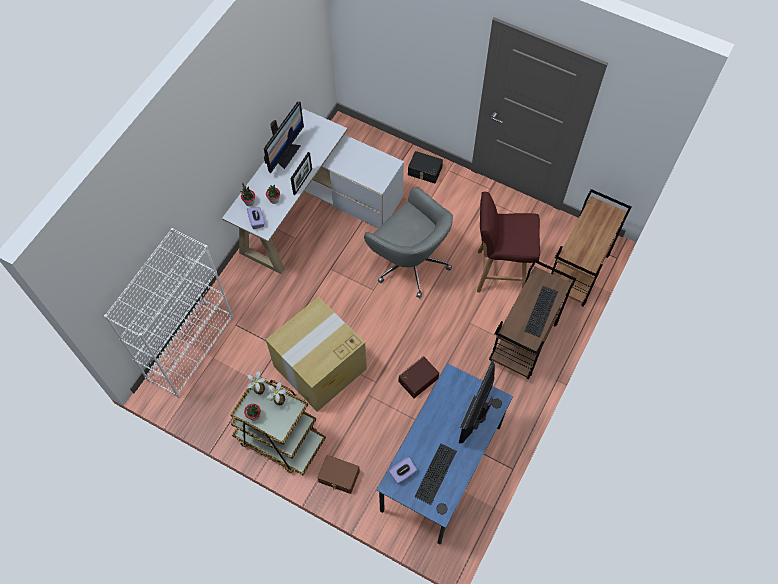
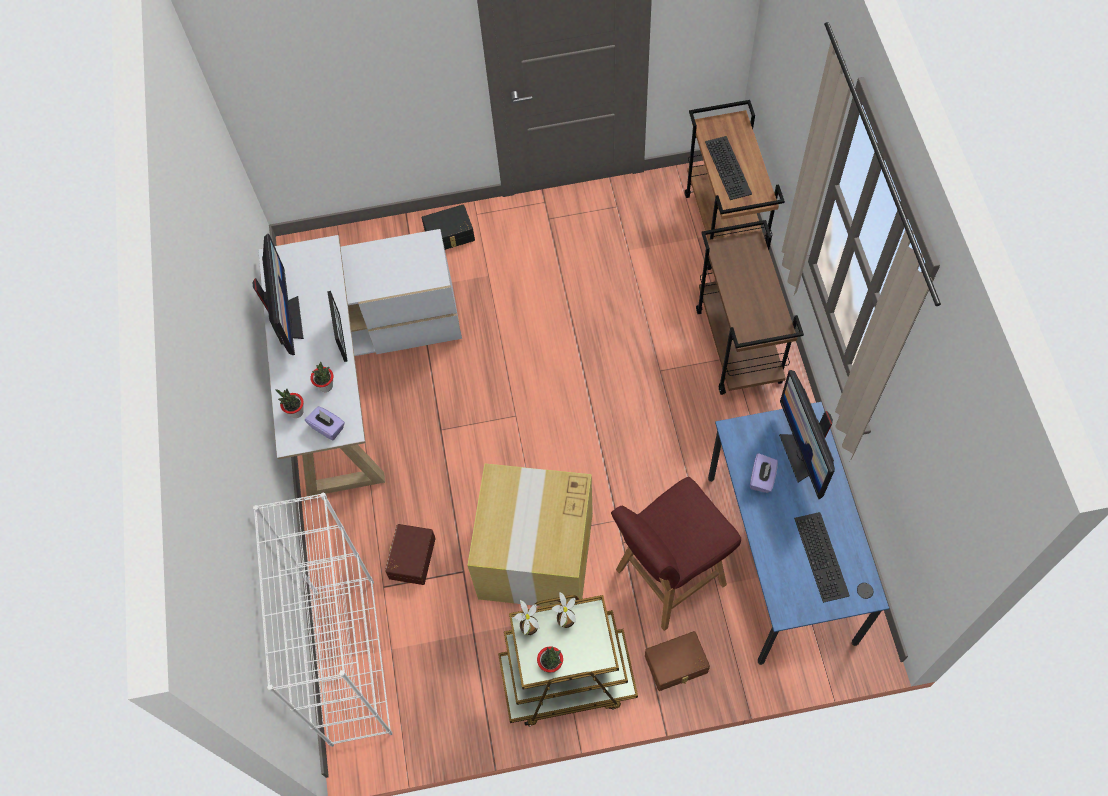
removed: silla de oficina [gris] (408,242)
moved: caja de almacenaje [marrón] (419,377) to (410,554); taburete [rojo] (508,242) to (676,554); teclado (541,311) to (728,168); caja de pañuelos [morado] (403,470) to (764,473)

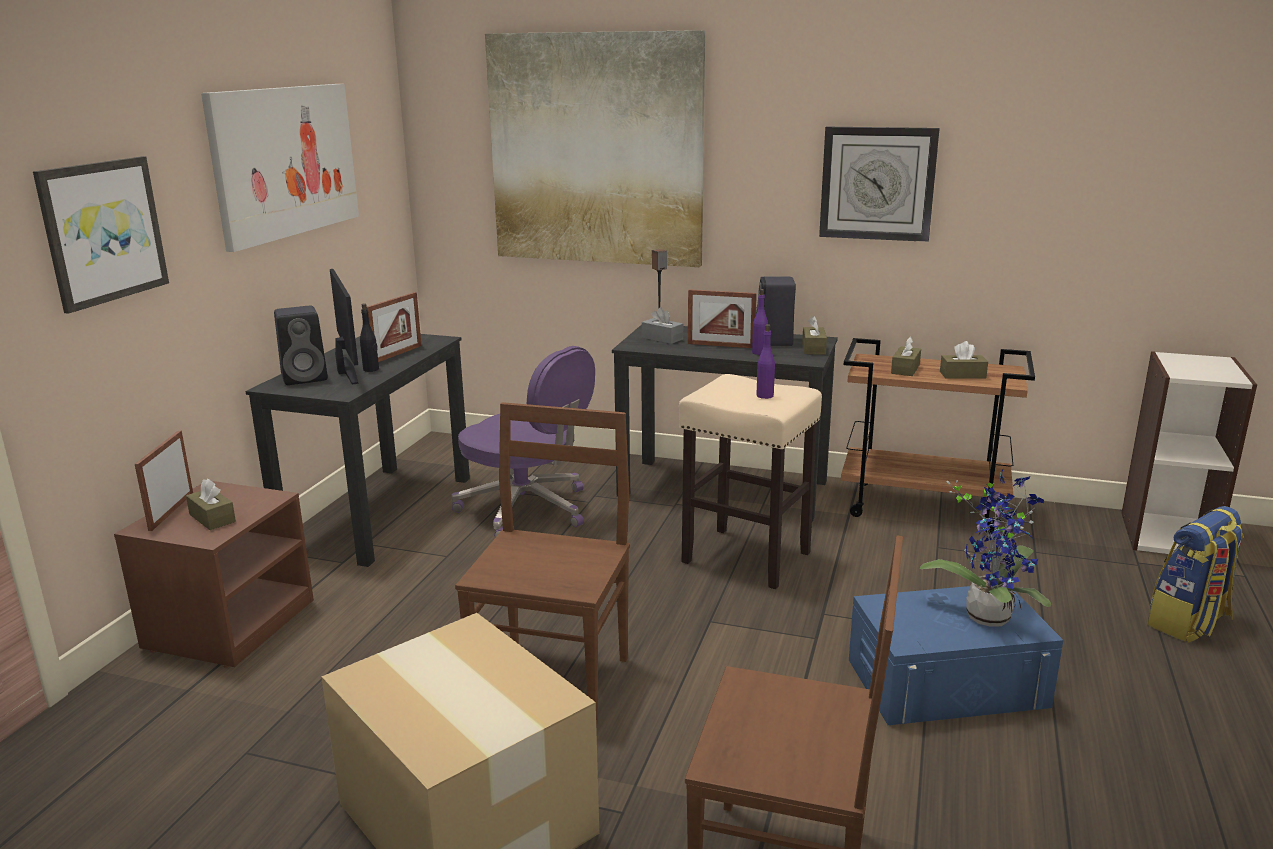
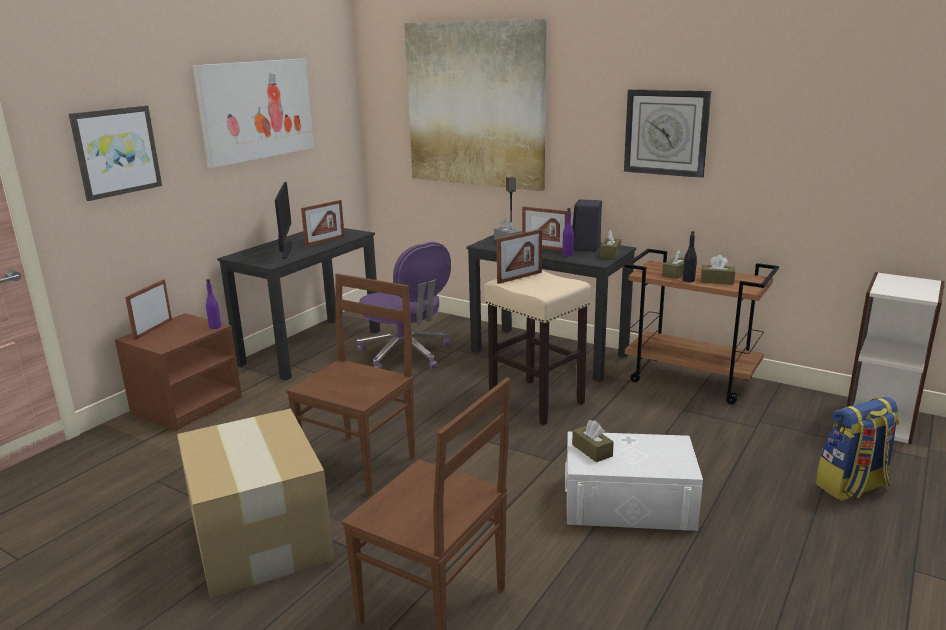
removed: altavoz [negro] (301,345); planta en maceta (985,547)
added: portarretratos (519,256)
moved: botella [morado] (765,361) to (213,304); caja de pañuelos [marrón] (211,504) to (593,441); botella [negro] (369,337) to (690,256)
recoloured: caja de almacenaje [azul] (956,655) to caja de almacenaje [blanco] (634,481)

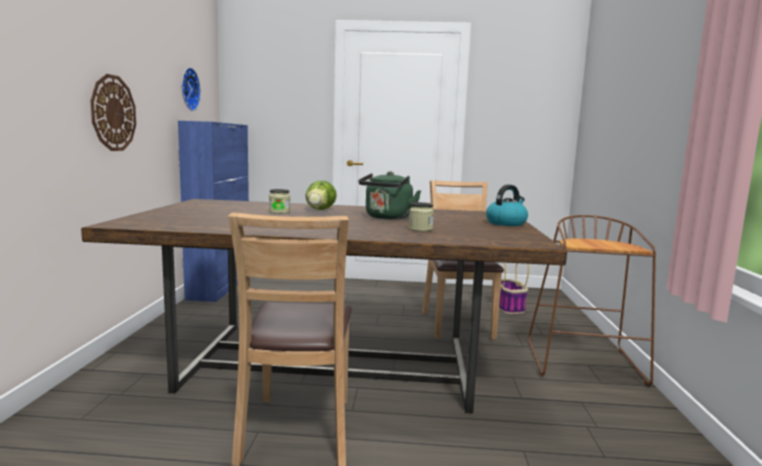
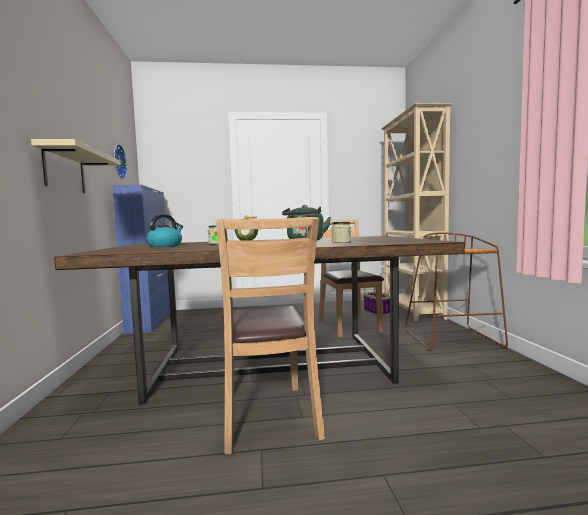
added: estantería [beis] (416,212)
moved: hervidor (507,205) to (164,230)
replaced: reloj de pared (113,112) to estante [beis] (75,166)

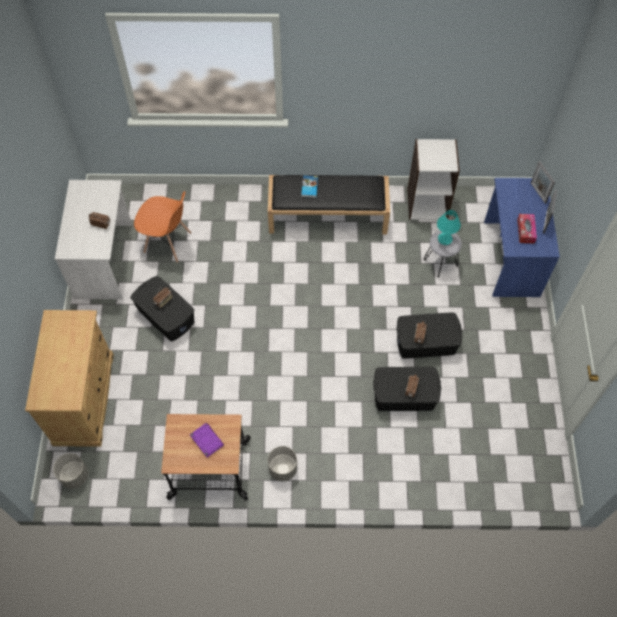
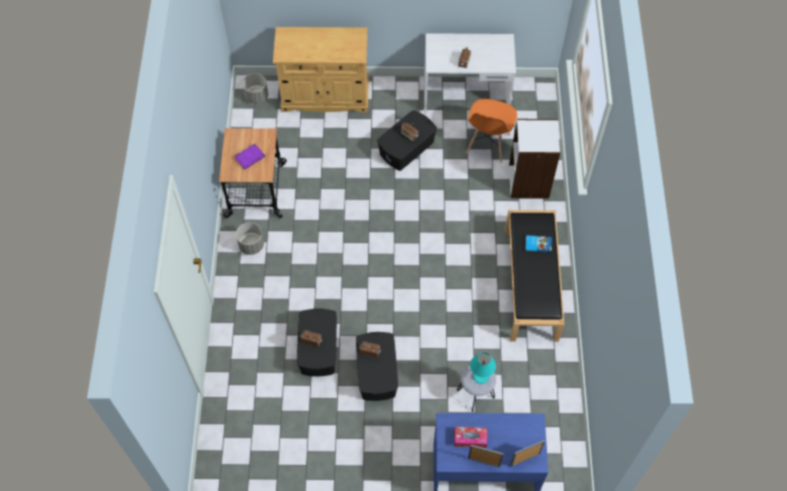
moved: estantería [blanco] (433,179) to (534,159)

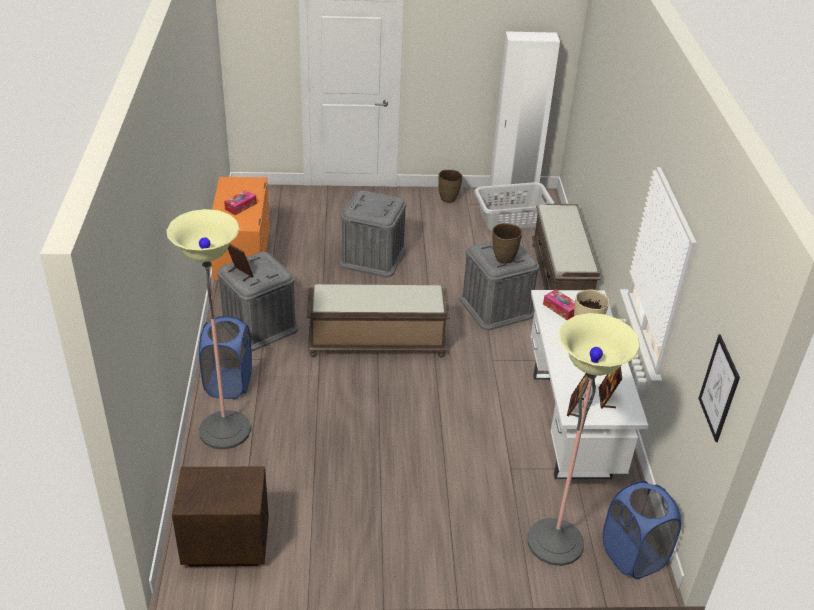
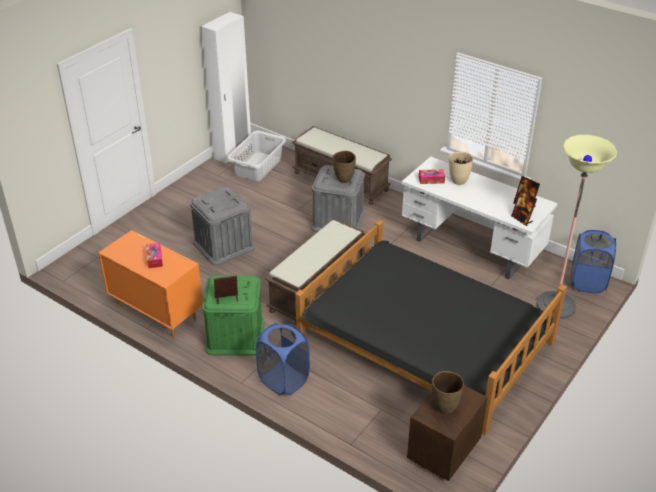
removed: lámpara de pie (208,329); cuadro (719,388)
added: cama [negro] (431,327)
moved: florero [marrón] (450,186) to (448,392)
recoloured: caja de almacenaje [gris] (258,301) to caja de almacenaje [verde] (233,315)

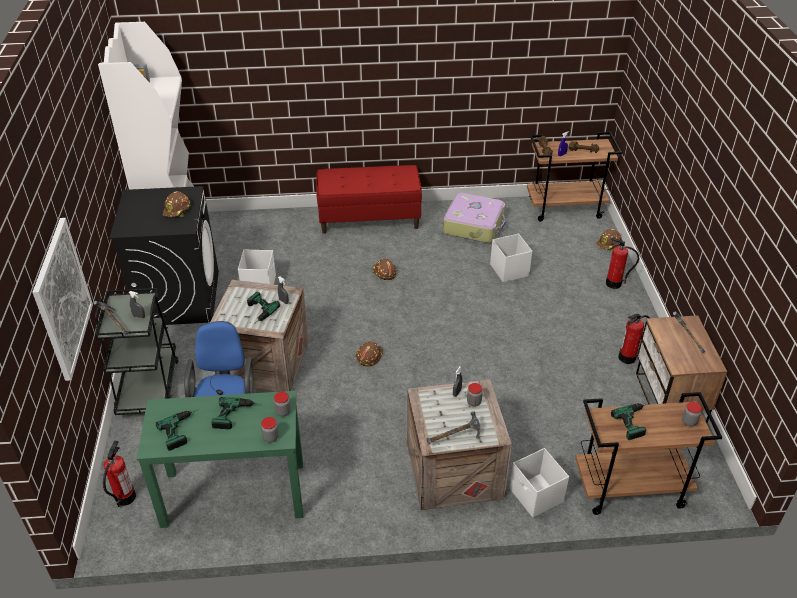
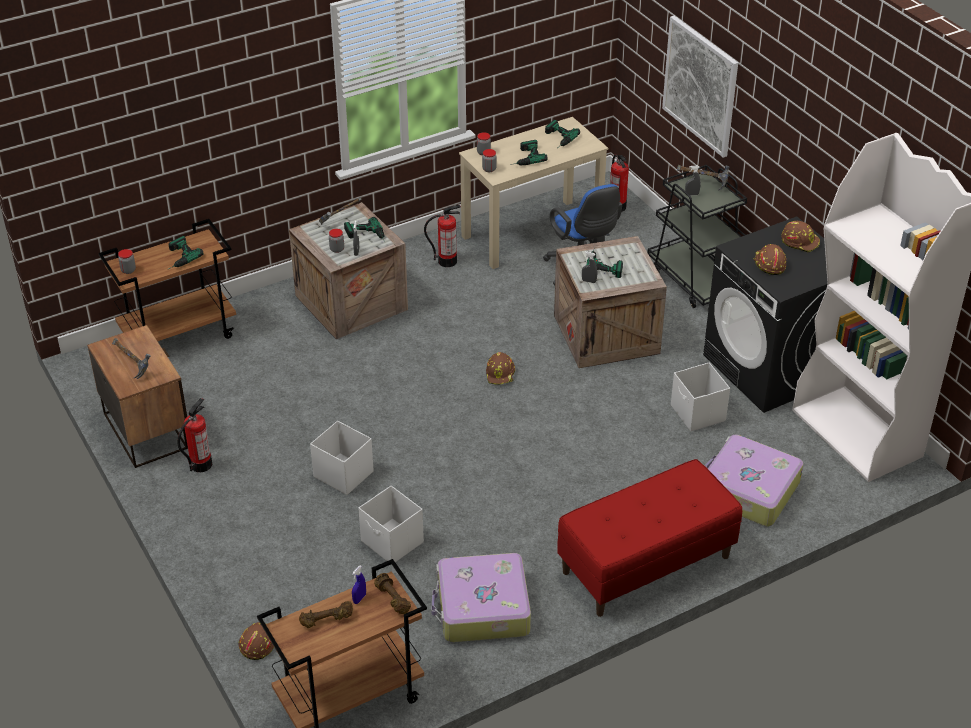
added: taladro (364,229); maleta (754,480)
moved: caja de almacenaje [blanco] (539,483) to (342,458); extintor (622,263) to (442,236); casco [marrón] (384,269) to (800,236)
recoloured: escritorio [verde] (220,459) to escritorio [beis] (533,193)

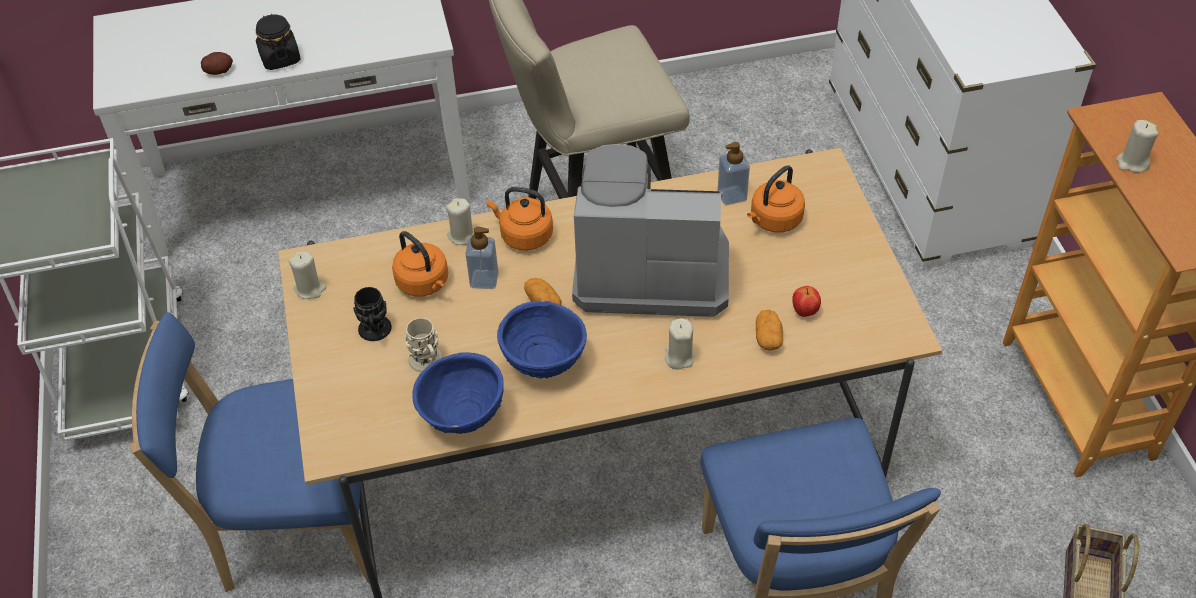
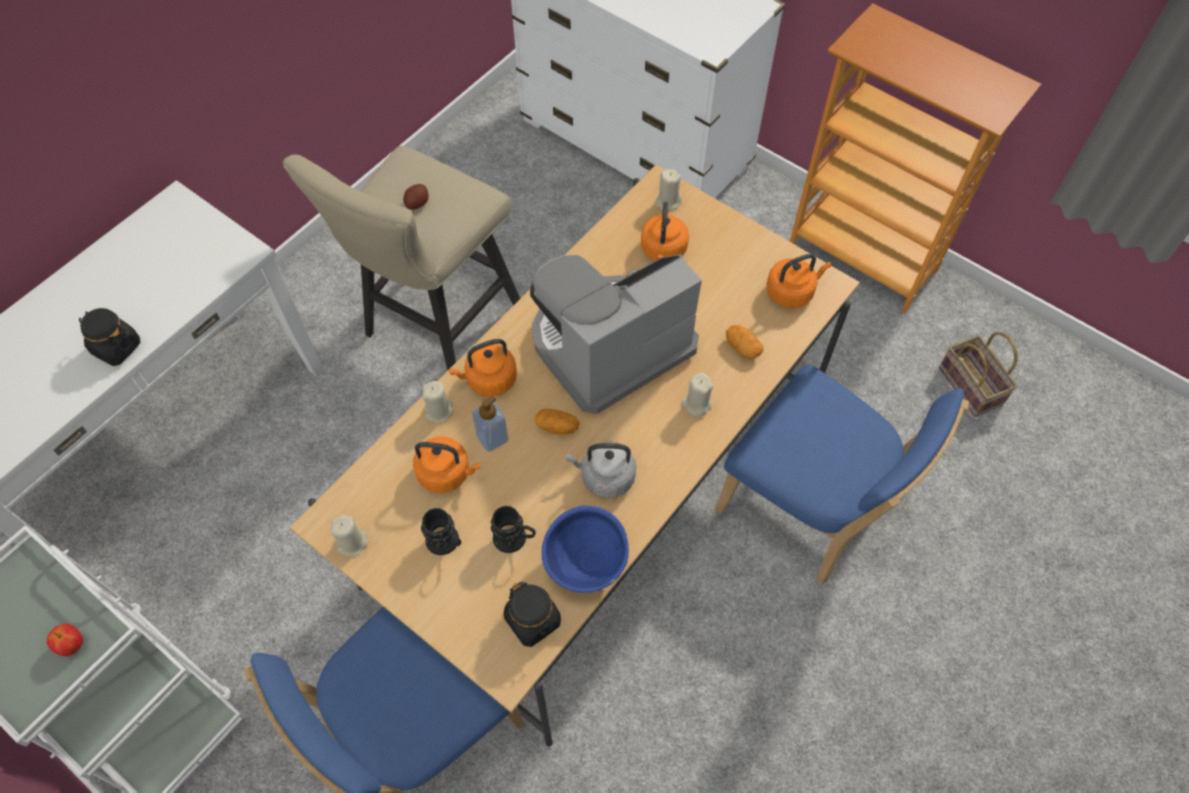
removed: dispensador de jabón (734,173)
added: tarro [negro] (532,614); hervidor [naranja] (799,281)
moved: manzana (806,301) to (65,640); patata (217,63) to (416,197); vela [beis] (1137,146) to (669,190)
replaced: cuenco [azul] (542,339) to hervidor [gris] (601,469)
recoloured: taza grande [beis] (424,345) to taza grande [negro] (513,529)

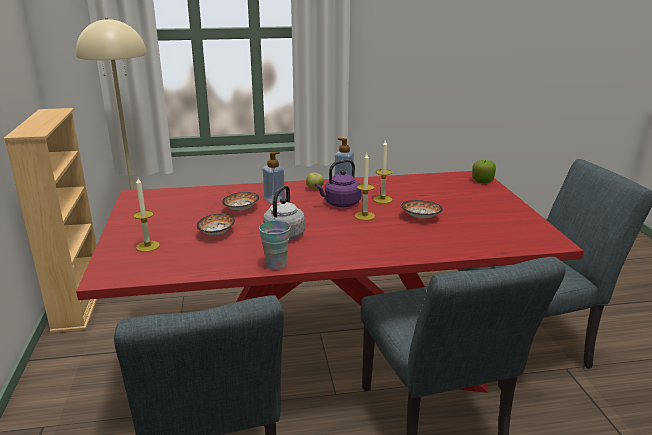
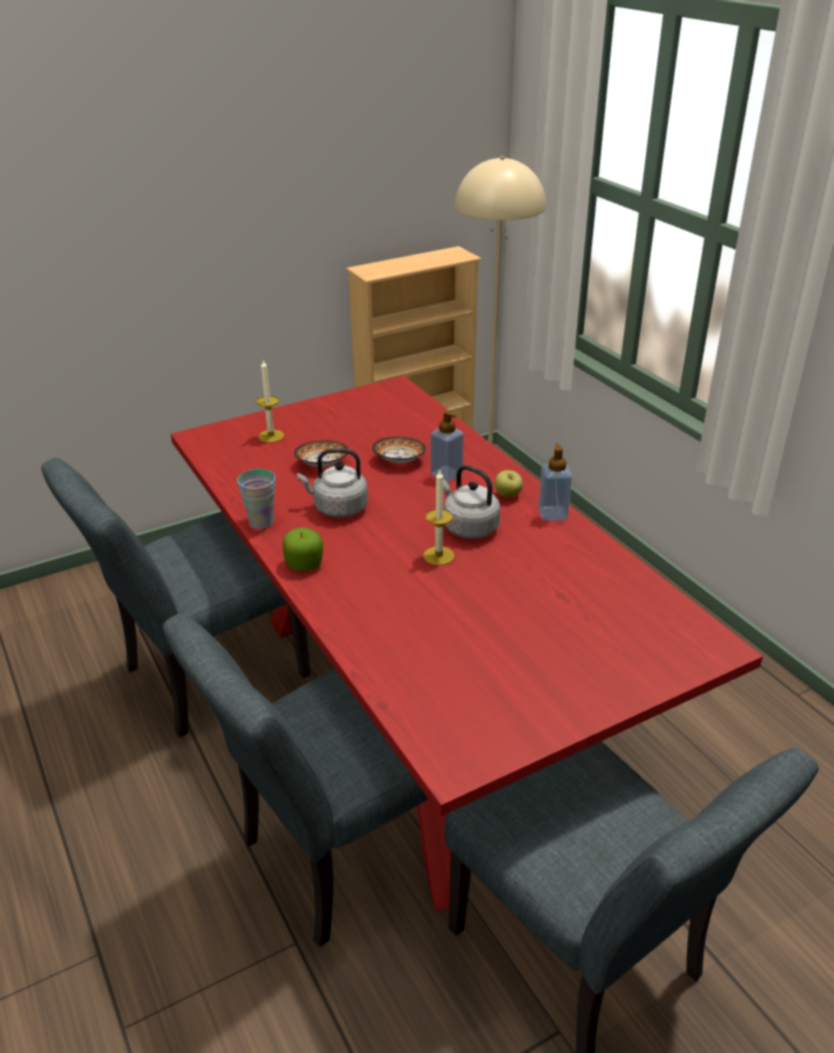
removed: vela (382,171); cuenco (422,209)
moved: manzana (484,171) to (302,549)
recoloured: hervidor [morado] (338,183) to hervidor [gris] (471,502)

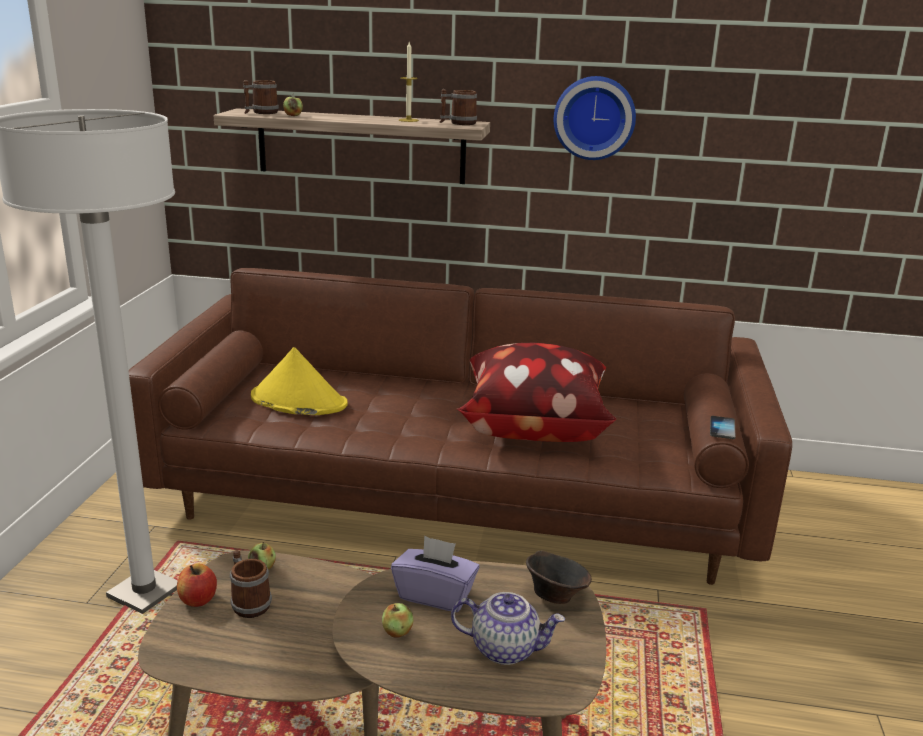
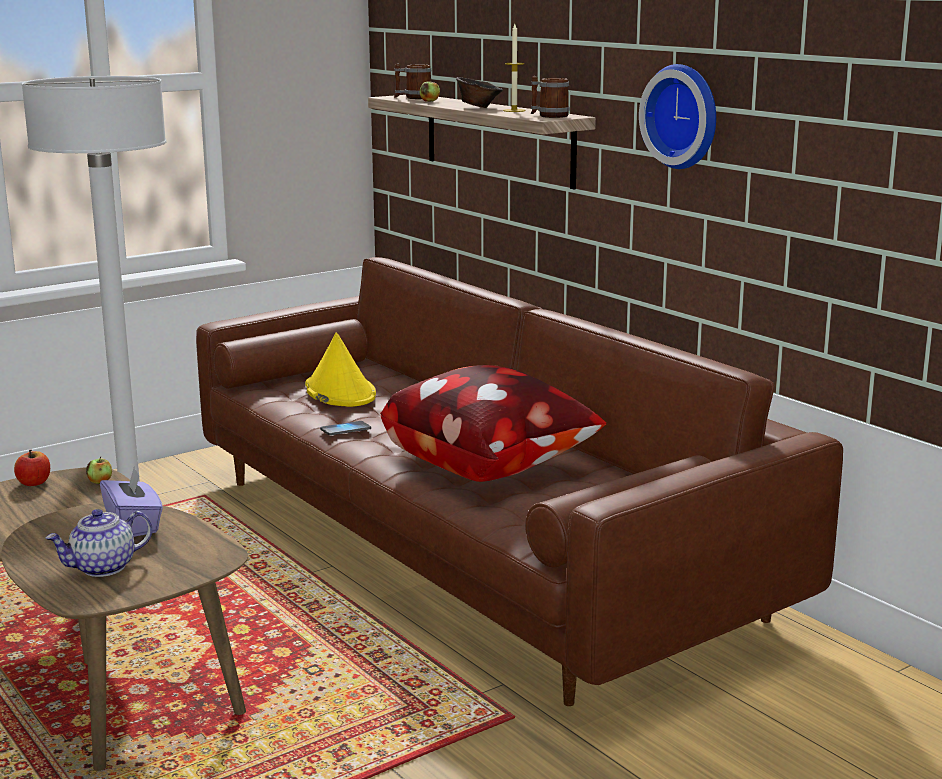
removed: taza grande (251,584); manzana (397,620)
moved: móvil (722,427) to (345,428); cuenco [marrón] (559,577) to (479,92)
turned: tetera (508,628) = (98,543) 90 degrees clockwise

